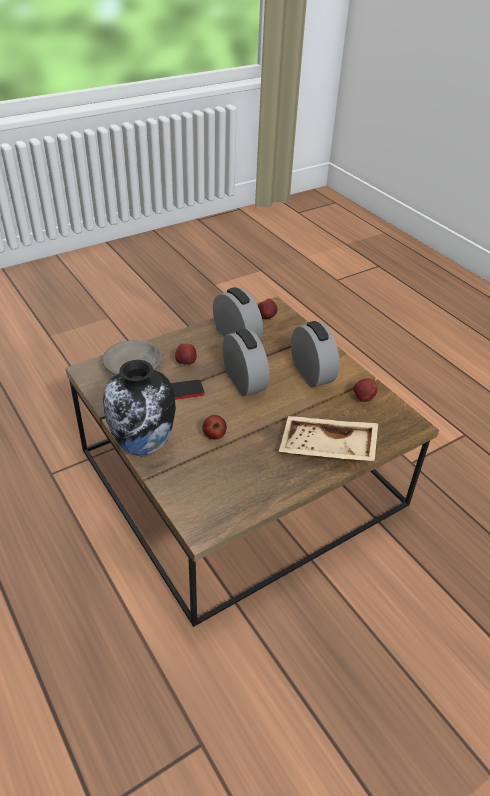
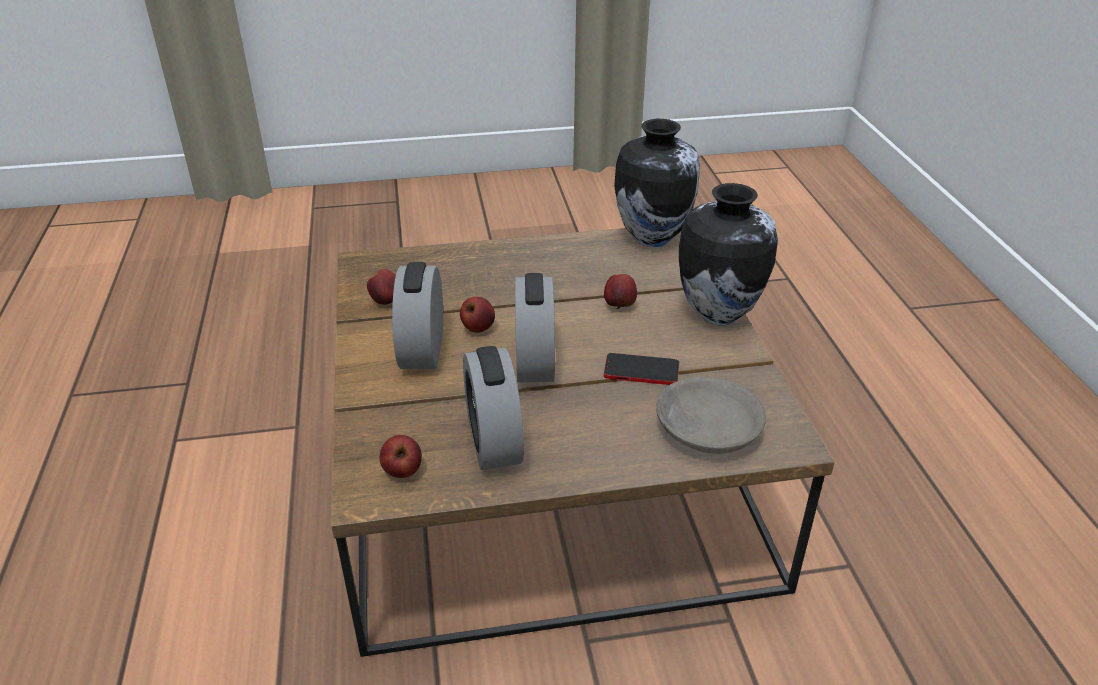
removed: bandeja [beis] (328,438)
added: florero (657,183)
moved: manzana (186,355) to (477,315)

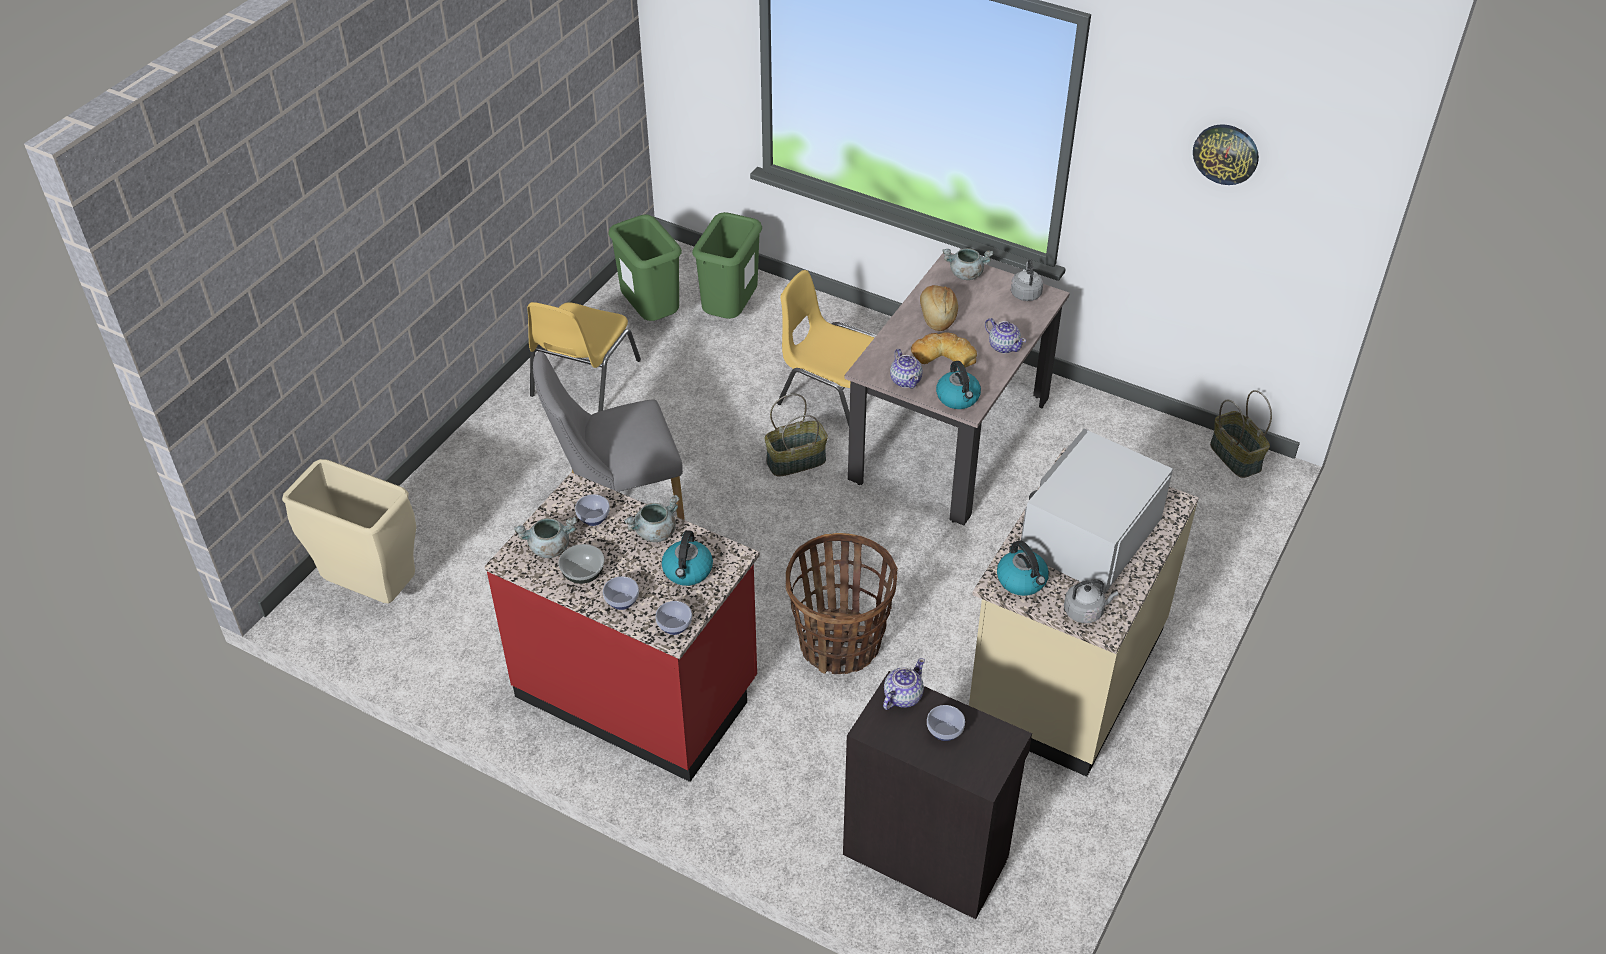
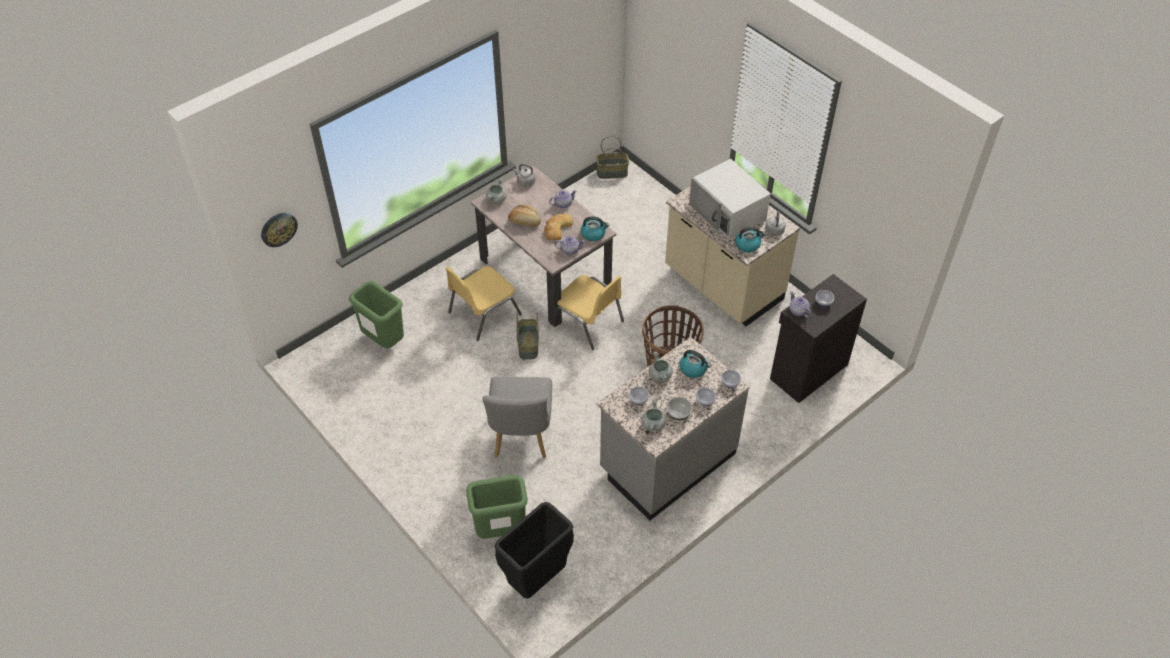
moved: reloj de pared (1226,154) to (279,230); papelera [verde] (645,268) to (497,507); silla [amarillo] (584,357) to (587,312)
recoloured: papelera [beis] (349,531) to papelera [negro] (534,550); mueble bajo de cocina [rojo] (622,627) to mueble bajo de cocina [gris] (673,429)

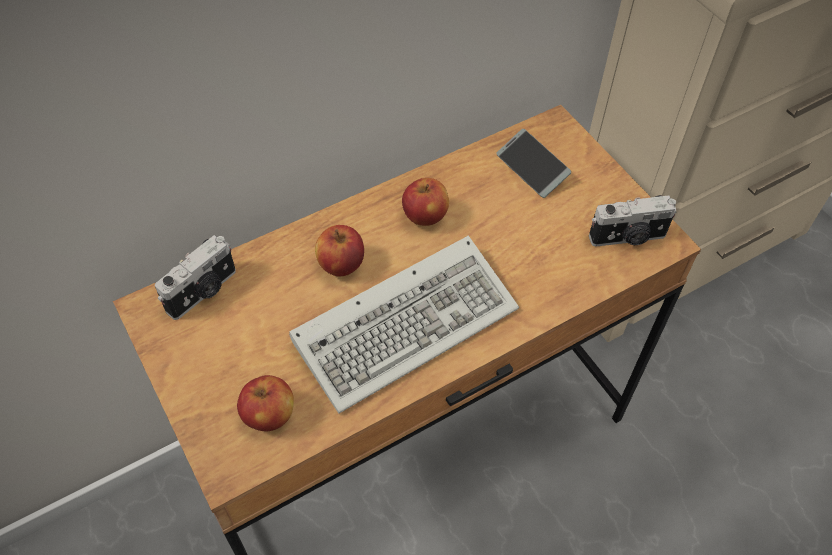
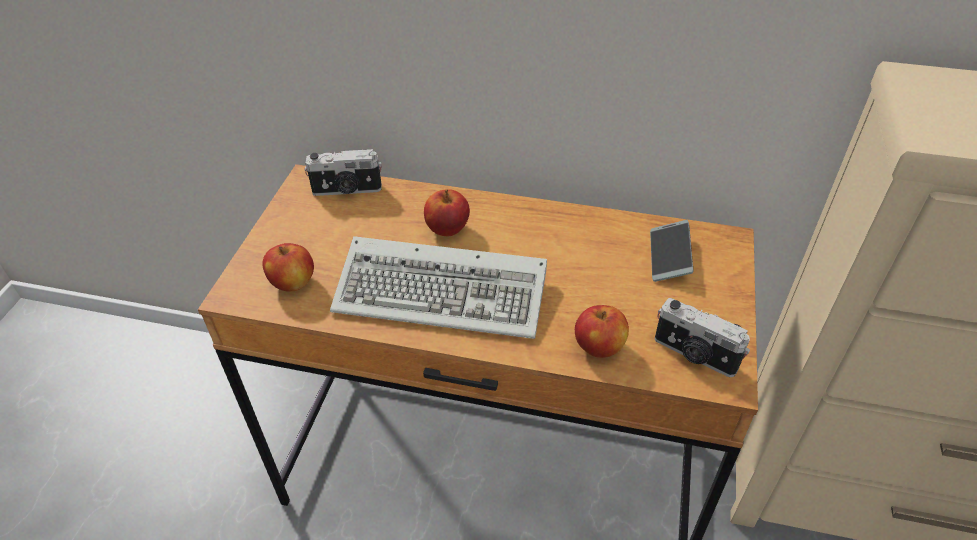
moved: manzana (425,202) to (602,331)

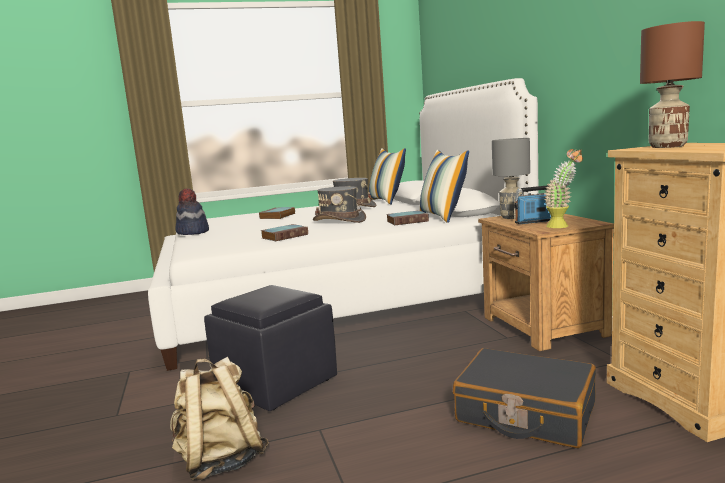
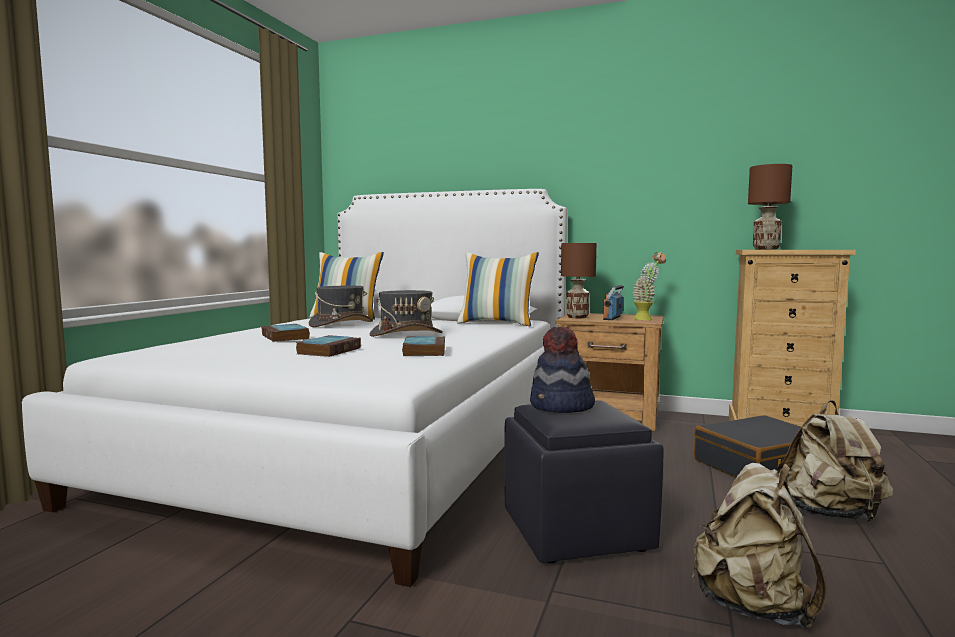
added: mochila [beis] (836,461)
moved: libro (408,217) to (328,346); sombrero (192,212) to (562,370)
recoloured: lámpara de mesa [gris] (511,178) to lámpara de mesa [marrón] (579,280)

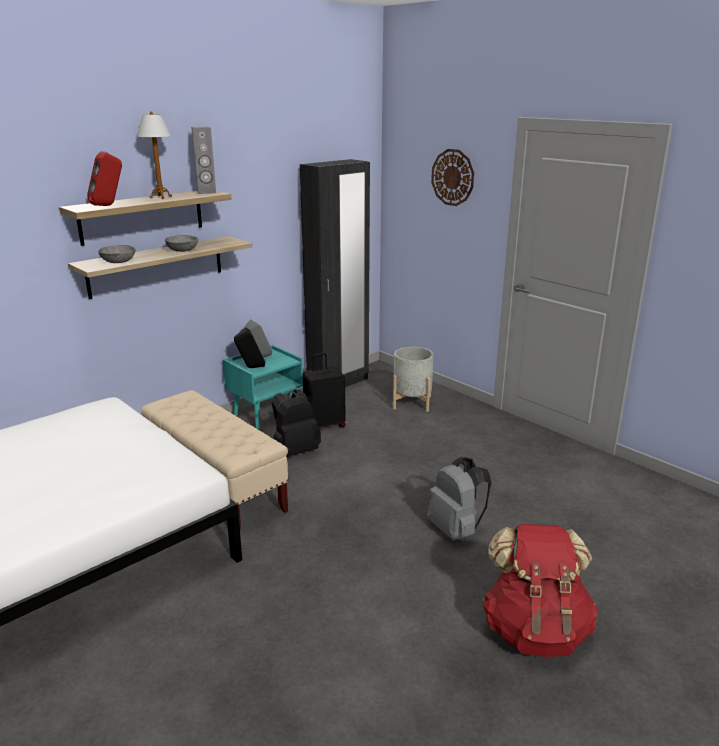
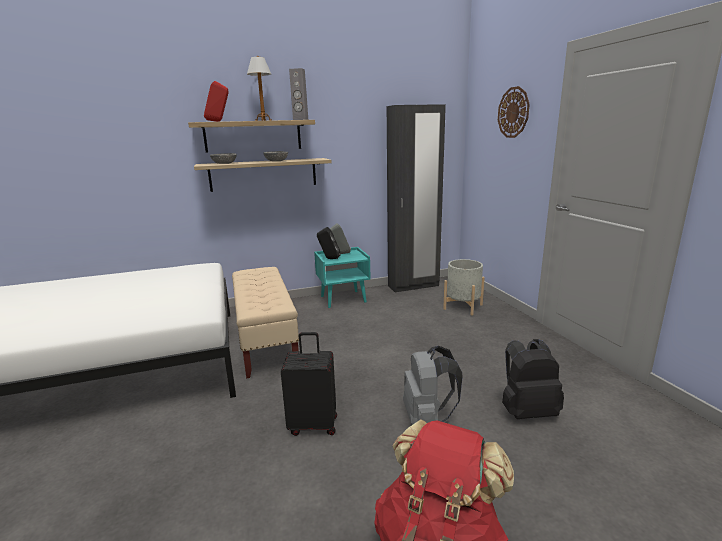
moved: maleta [negro] (324,390) to (309,384); mochila [negro] (296,423) to (533,379)

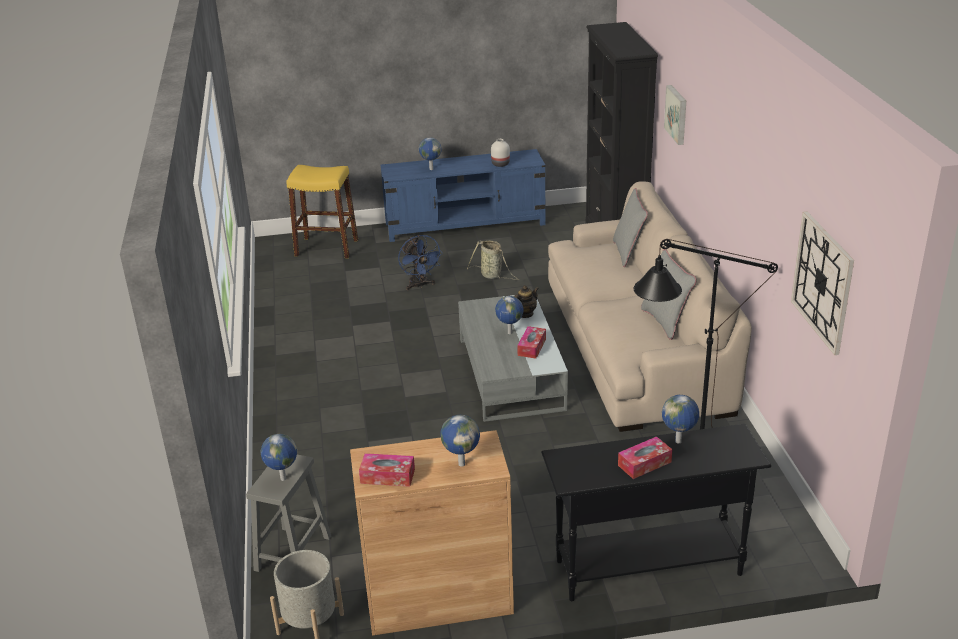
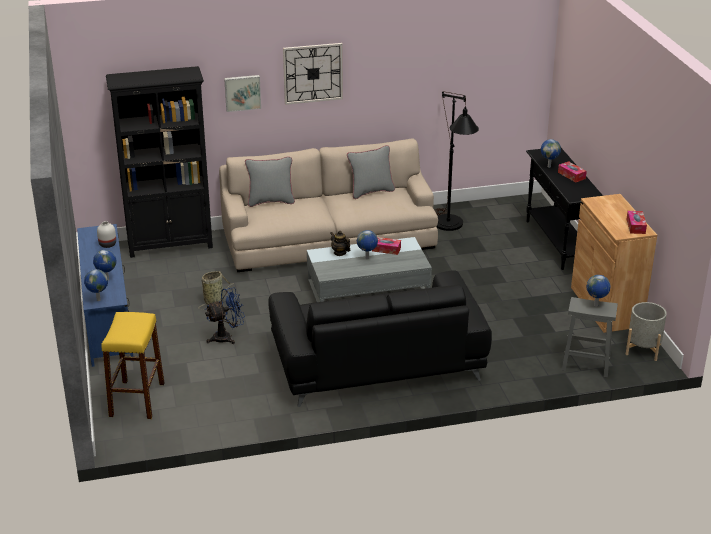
added: sofá [negro] (380,338)
moved: globo terráqueo (460,441) to (96,285); reloj de pared (822,283) to (313,74)

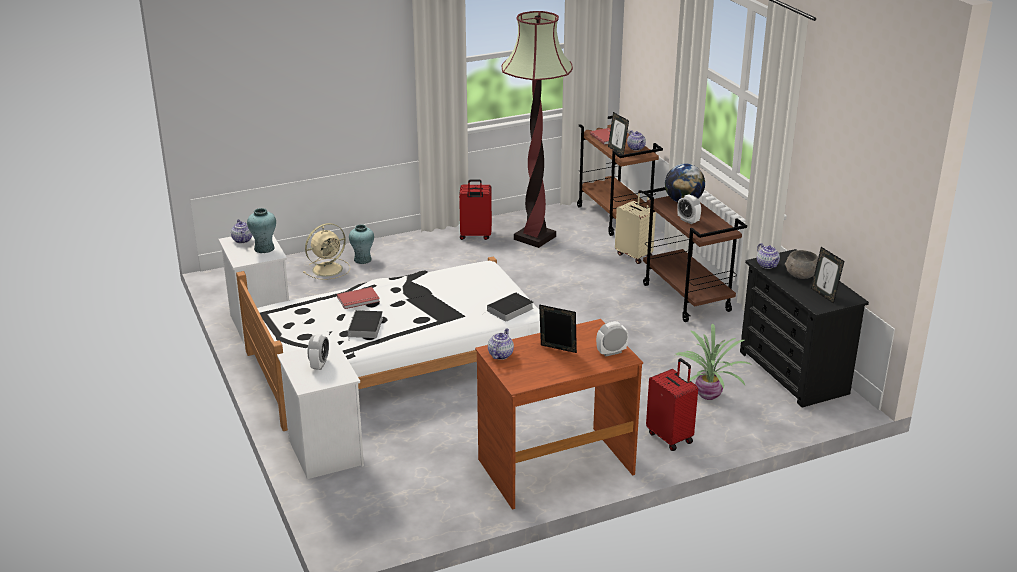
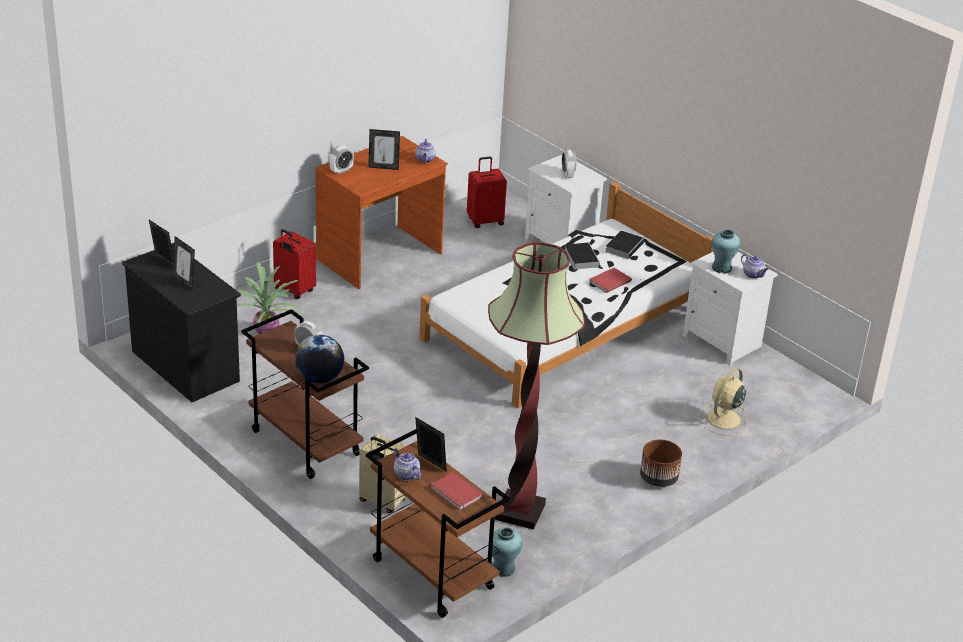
removed: tetera (768,256)
added: maceta [marrón] (661,463)
moved: maleta [rojo] (475,209) to (487,192); florero [turquesa] (361,244) to (507,552); libro (508,307) to (624,245)
replaced: cuenco [gris] (801,264) to portarretratos (184,263)

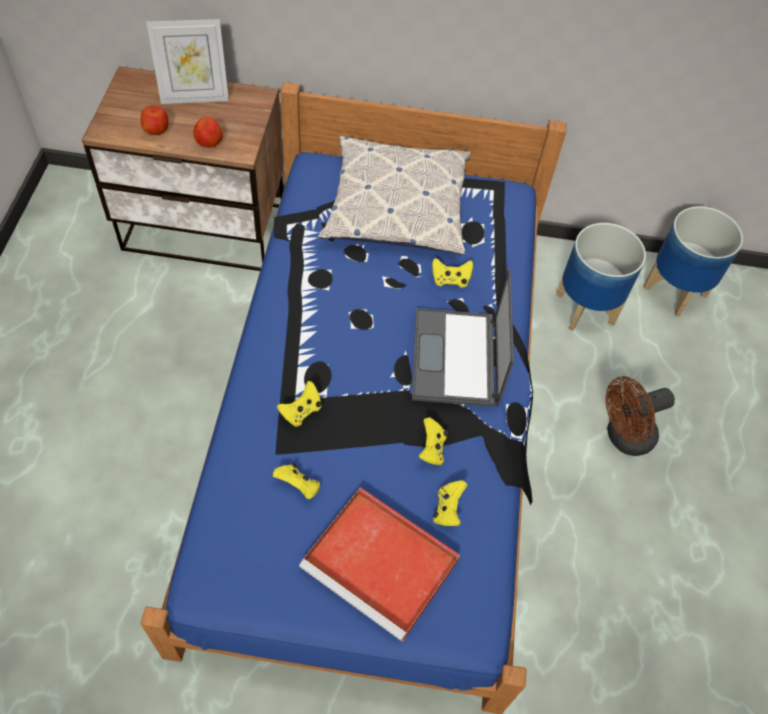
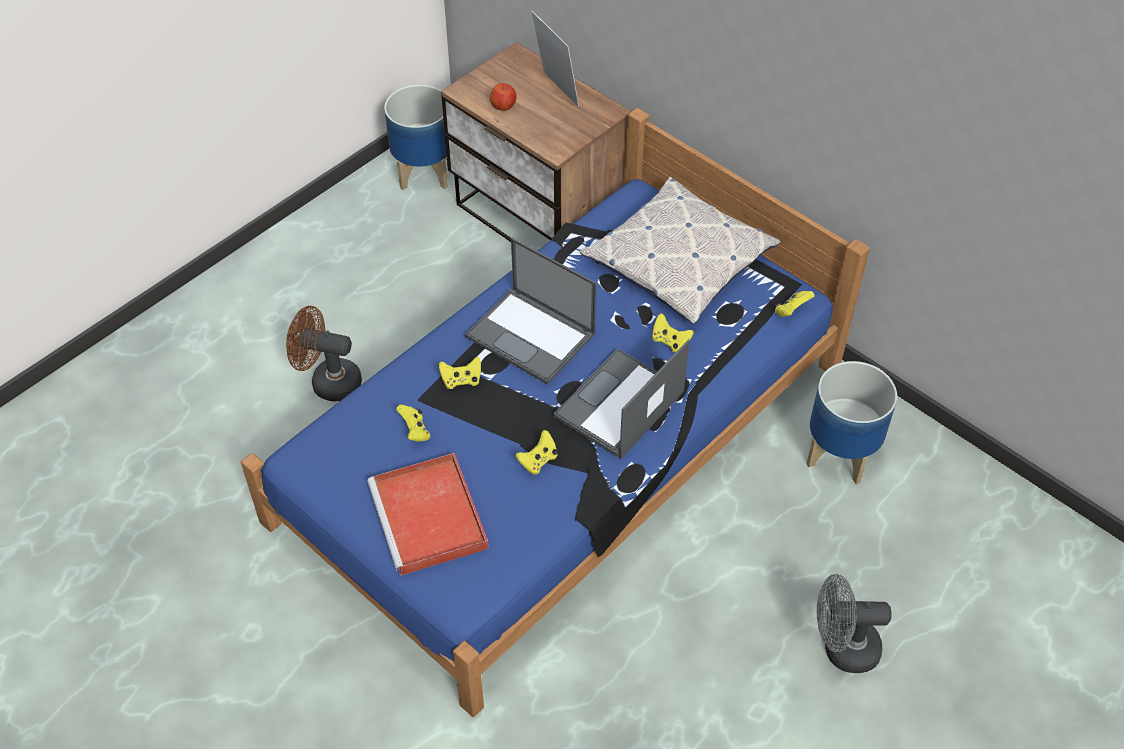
removed: manzana (208,132)
added: portátil (531,311); ventilador [gris] (854,623)
moved: ventilador [marrón] (640,416) to (324,353); maceta (693,261) to (416,137); mando de consola [amarillo] (450,503) to (795,304)
turned: portarretratos (187,61) = (555,59) 150 degrees counterclockwise

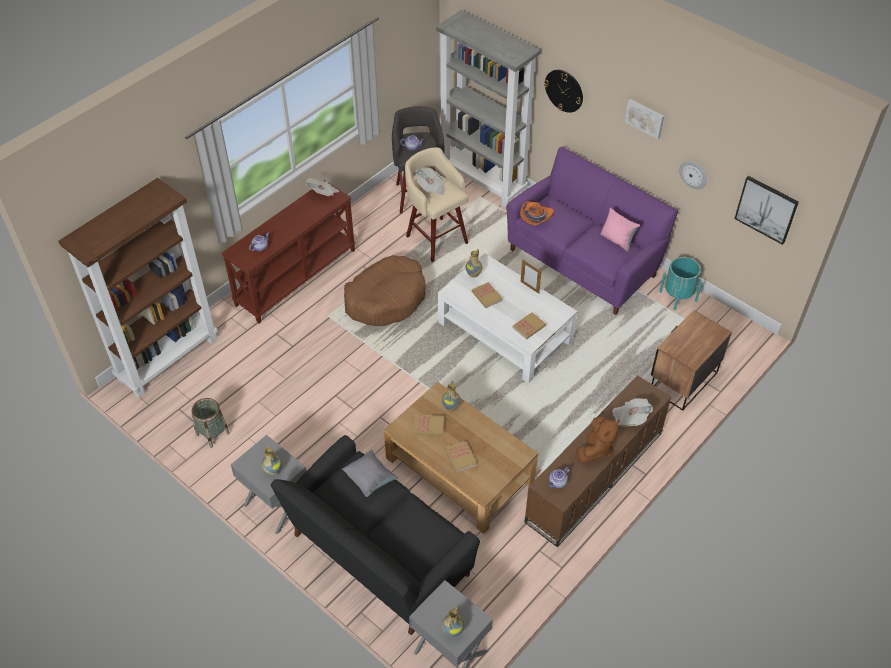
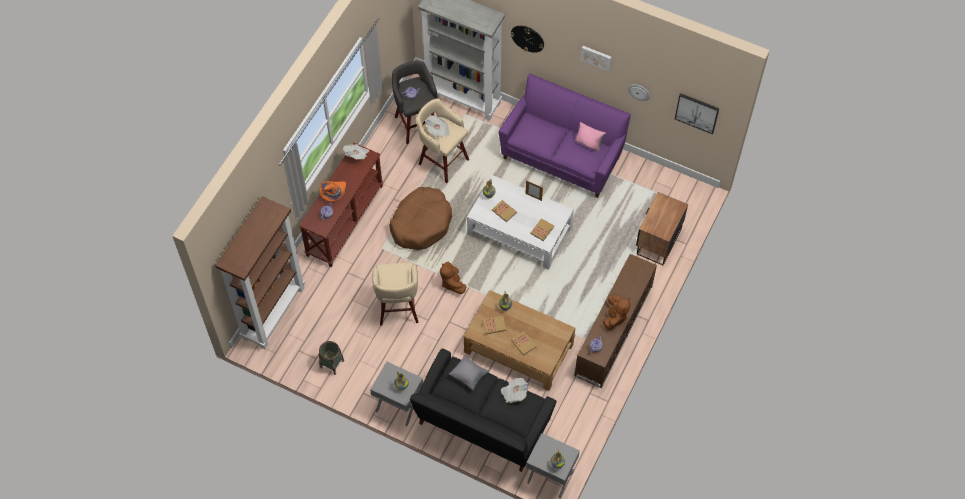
removed: maceta [turquesa] (680,283)
added: taburete [beis] (395,294); peluche [marrón] (453,278)
moved: sombrero [naranja] (537,213) to (333,191); periódico (632,412) to (515,390)

